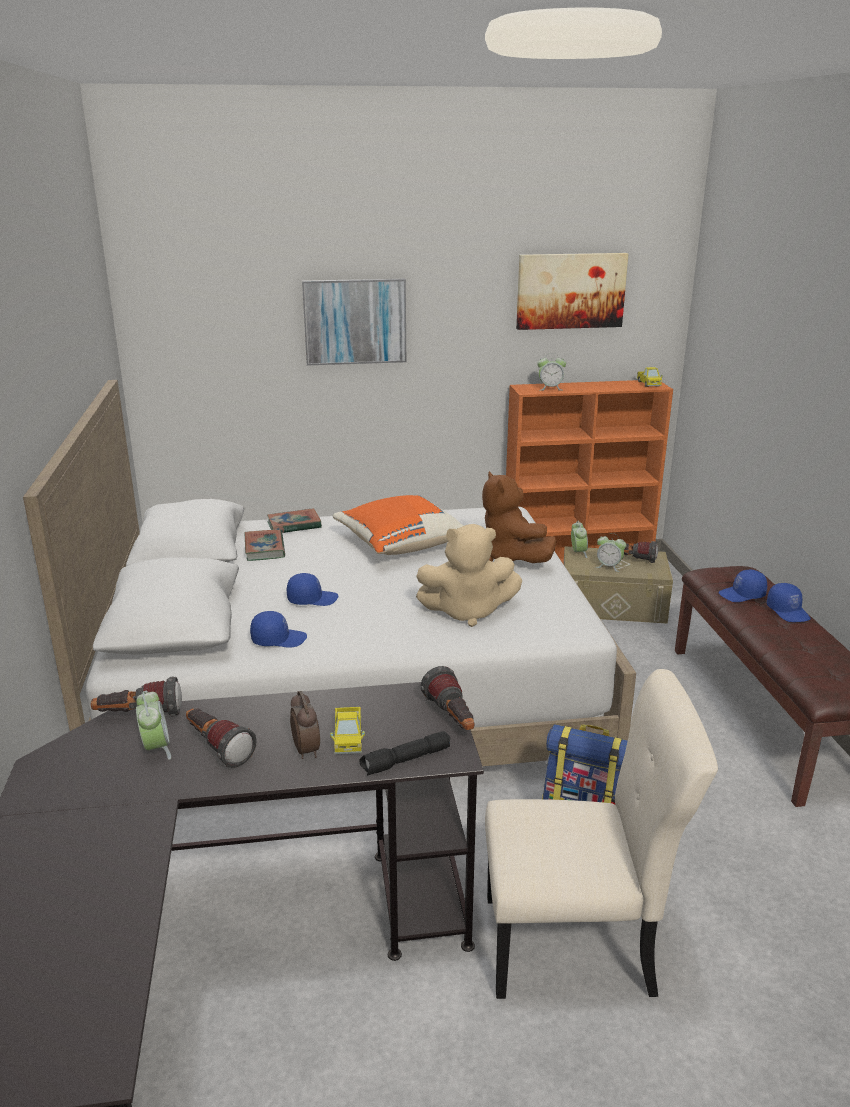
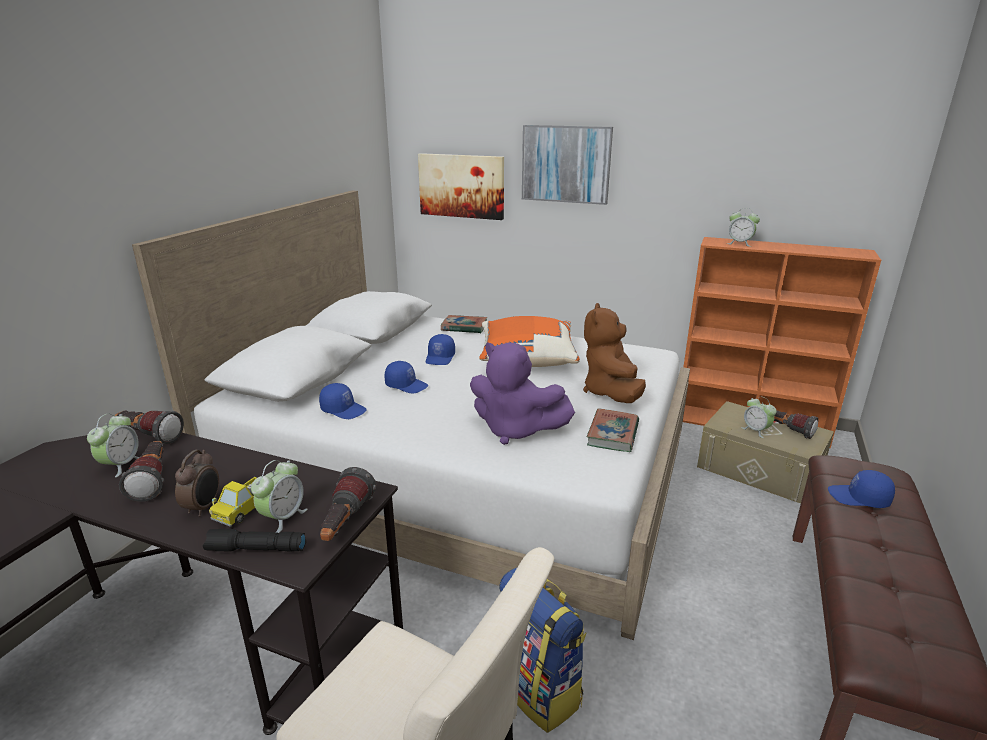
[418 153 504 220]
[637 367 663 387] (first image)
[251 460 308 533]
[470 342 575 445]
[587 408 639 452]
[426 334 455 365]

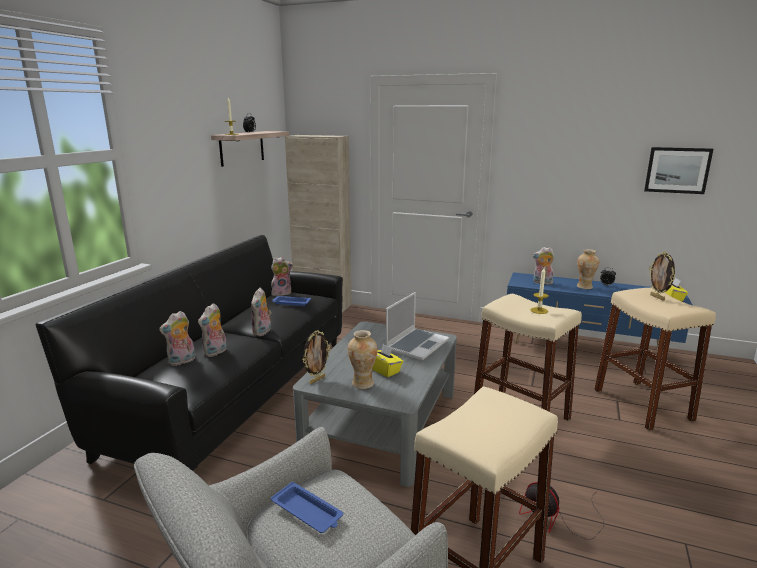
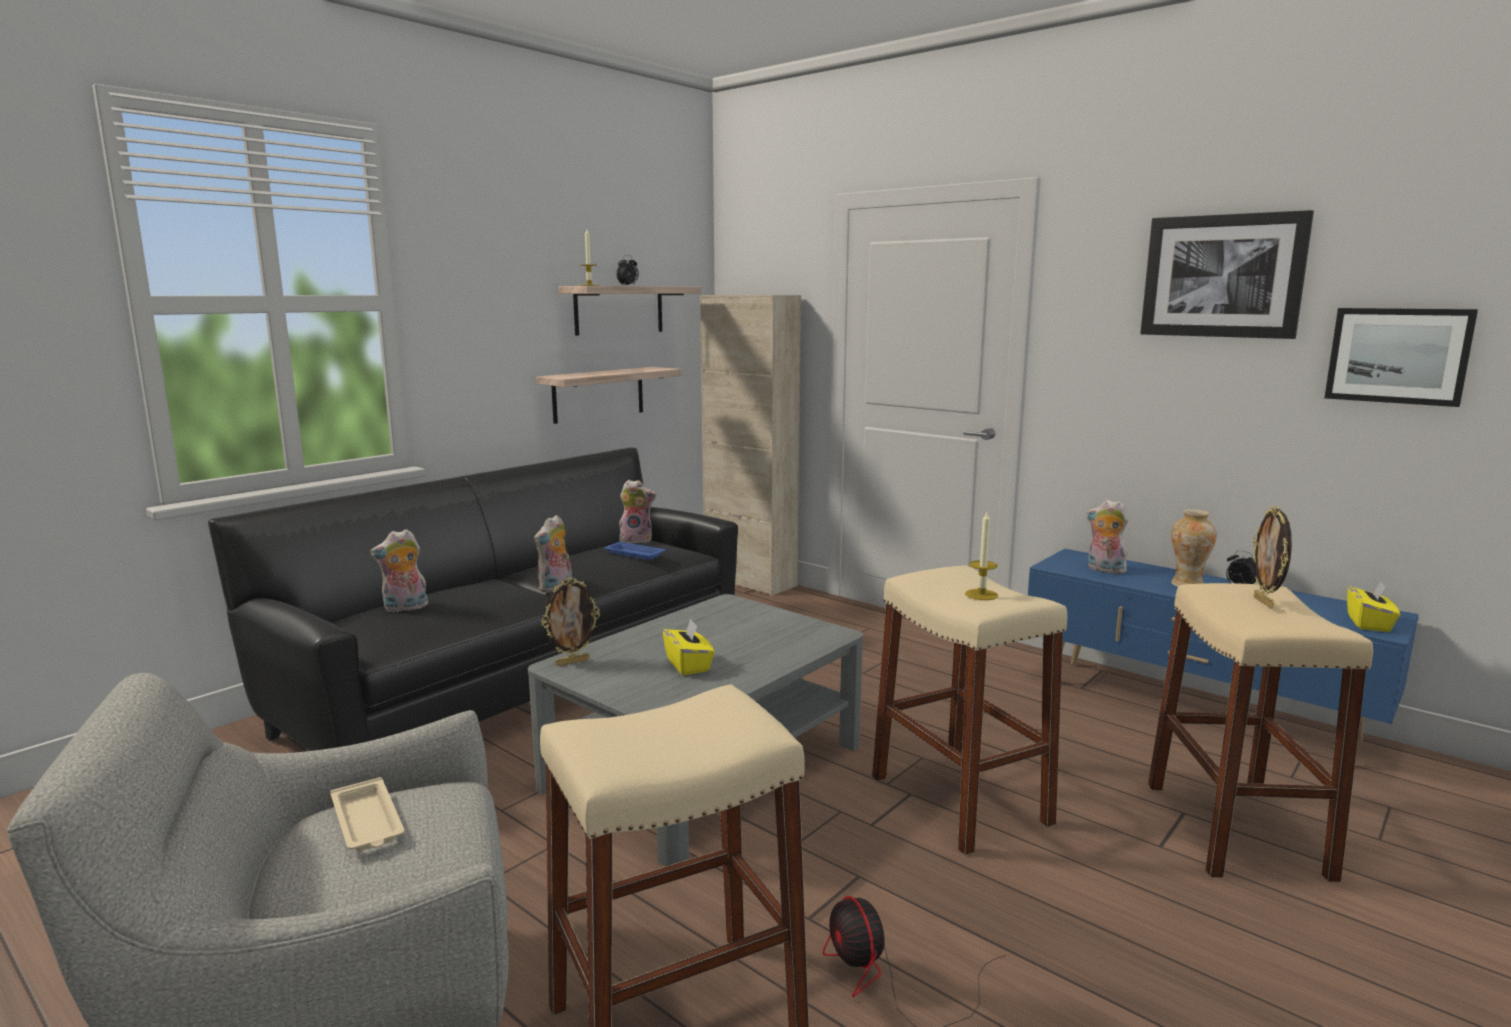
[386 292 449 361] (first image)
[198 303 227 357] (first image)
[348 330 378 389] (first image)
[330 777 404 851]
[1140 210 1314 339]
[536 367 681 424]

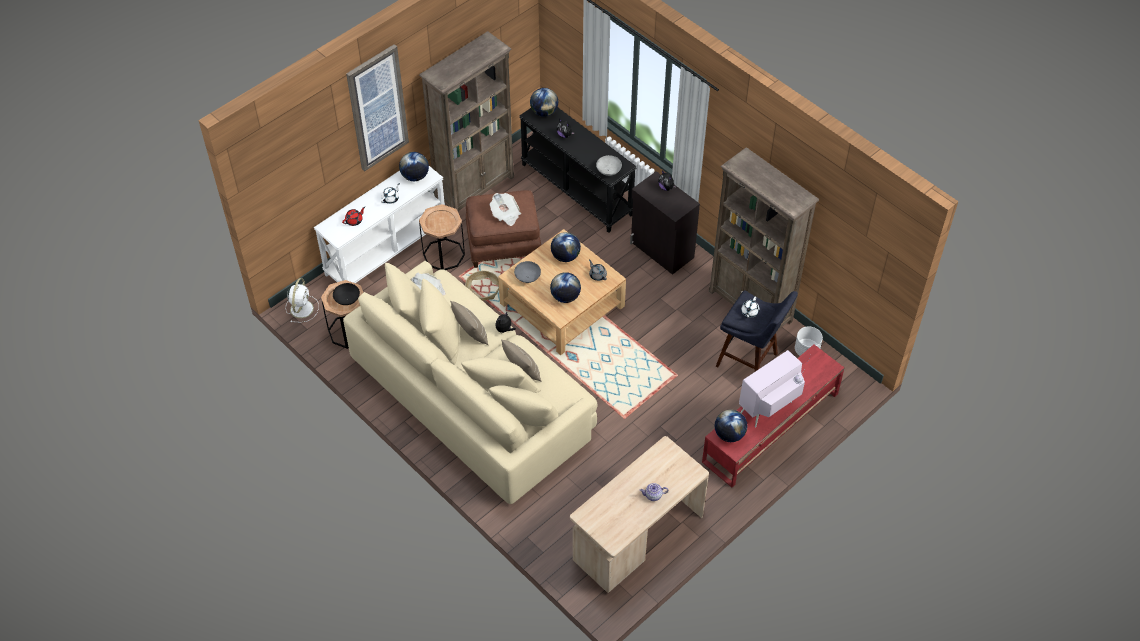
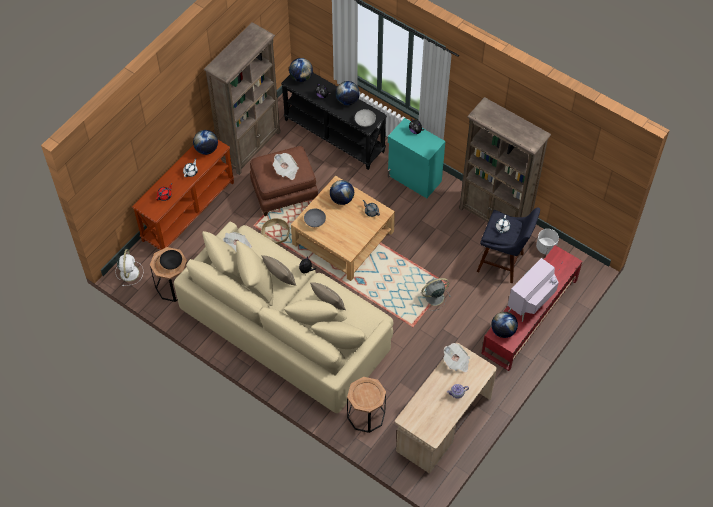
[346 44 409 171] (first image)
[132 140 234 250]
[388 118 446 198]
[347 377 386 433]
[336 81 360 105]
[421 278 451 311]
[443 343 470 373]

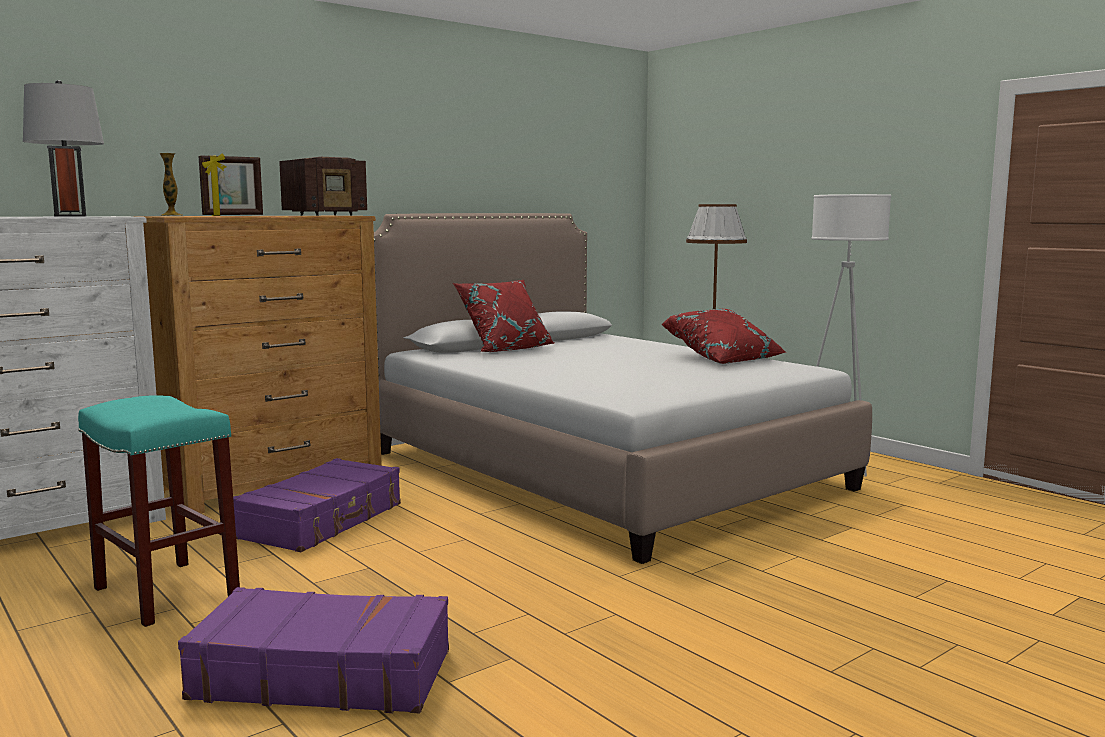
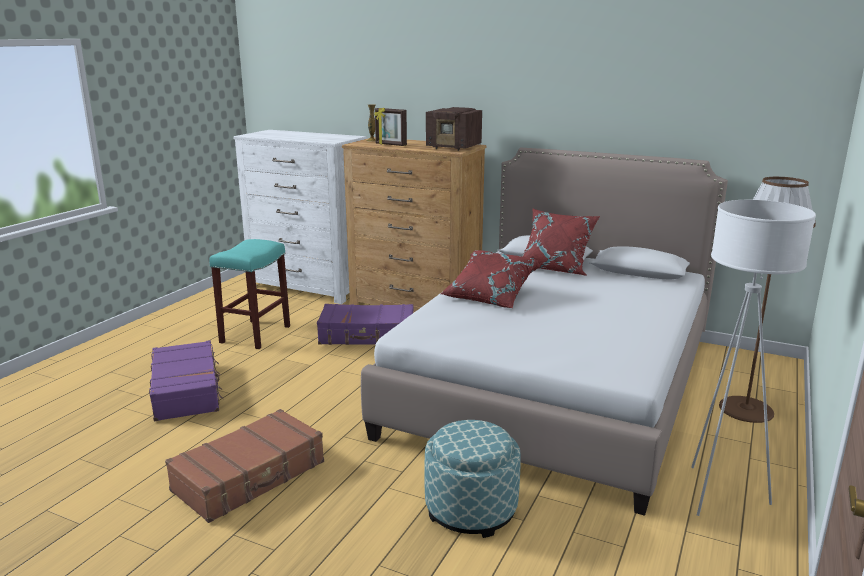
[23 80 104 217] (first image)
[441 250 543 308]
[165 409 324 523]
[424 420 521 538]

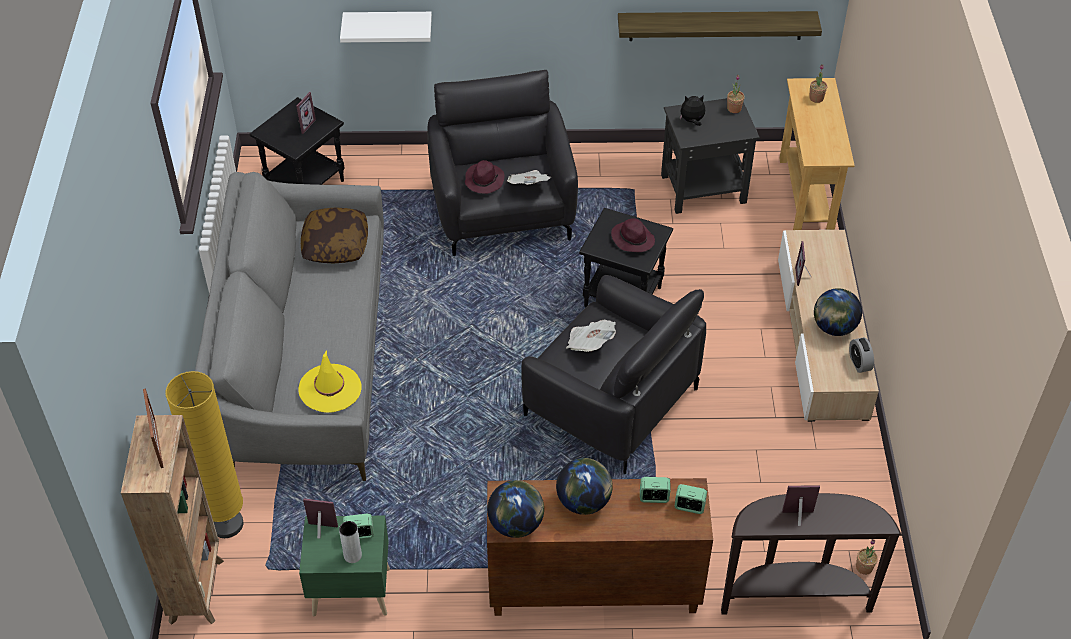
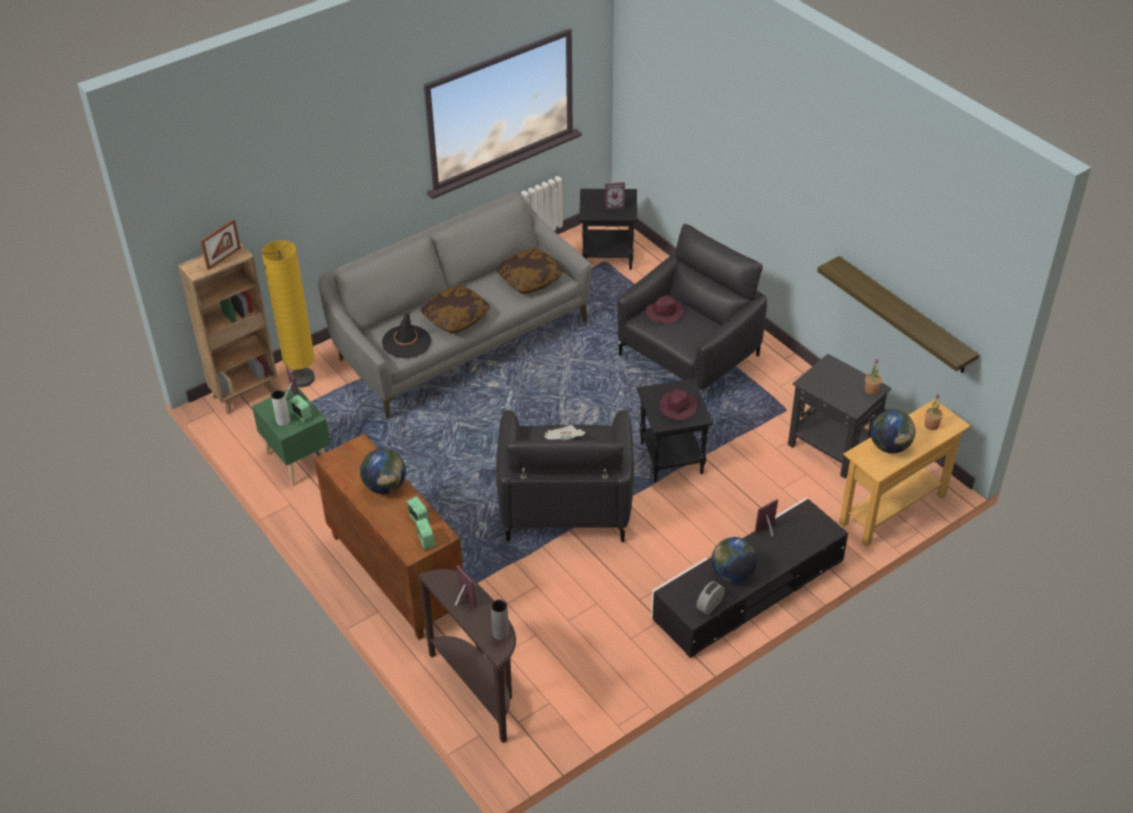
[340 12 432 42] (first image)
[679 95 705 126] (first image)
[507 170 551 185] (first image)
[651 498 848 658]
[382 311 431 358]
[870 409 915 453]
[856 539 878 575] (first image)
[421 285 490 334]
[491 599 509 640]

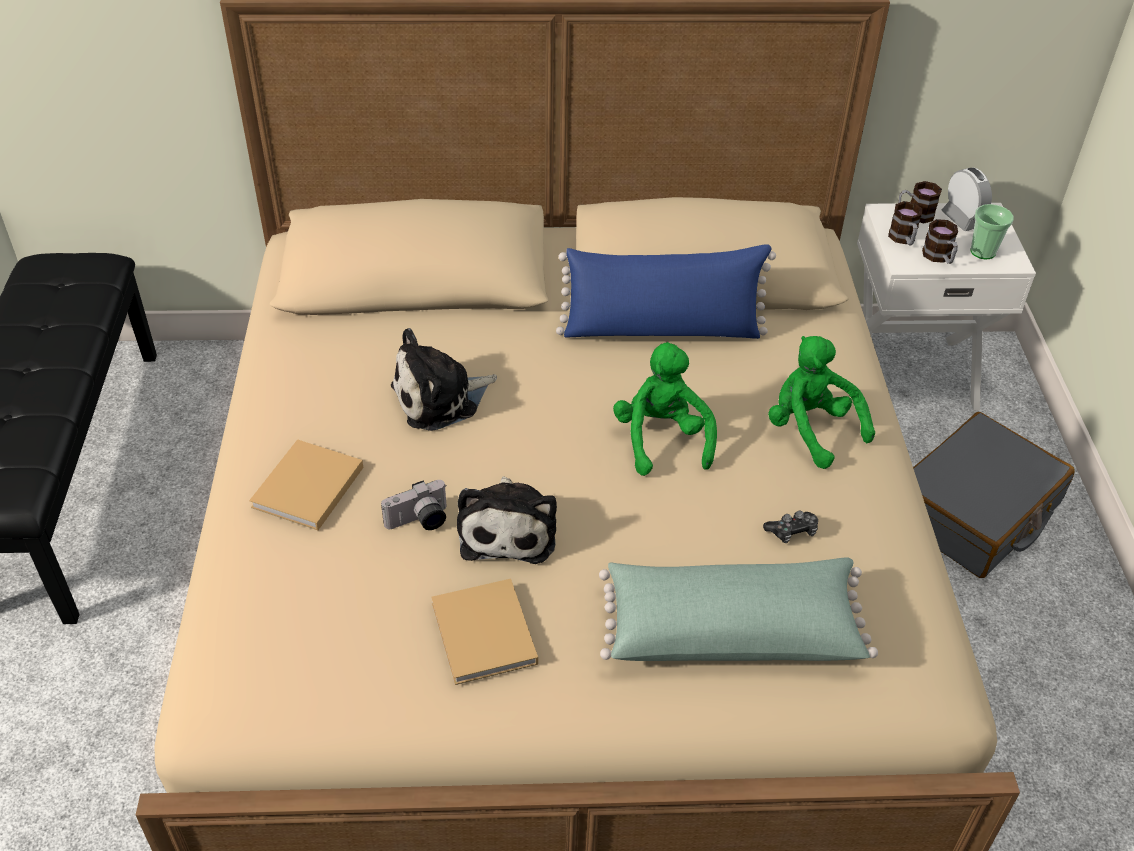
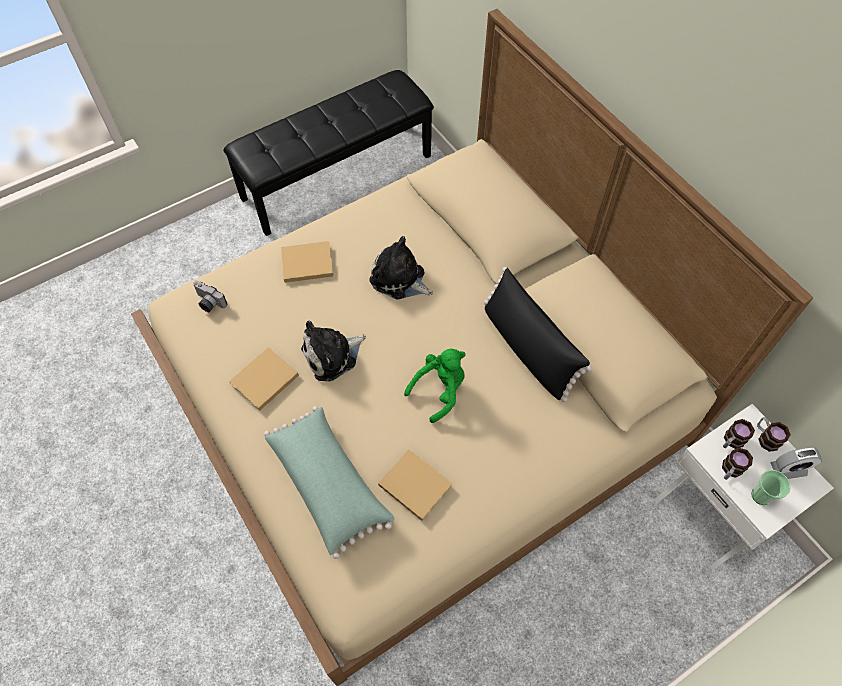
[771 447 822 479]
[484 267 592 402]
[768 336 875 469] (first image)
[913 412 1075 578] (first image)
[193 281 227 312]
[378 449 452 521]

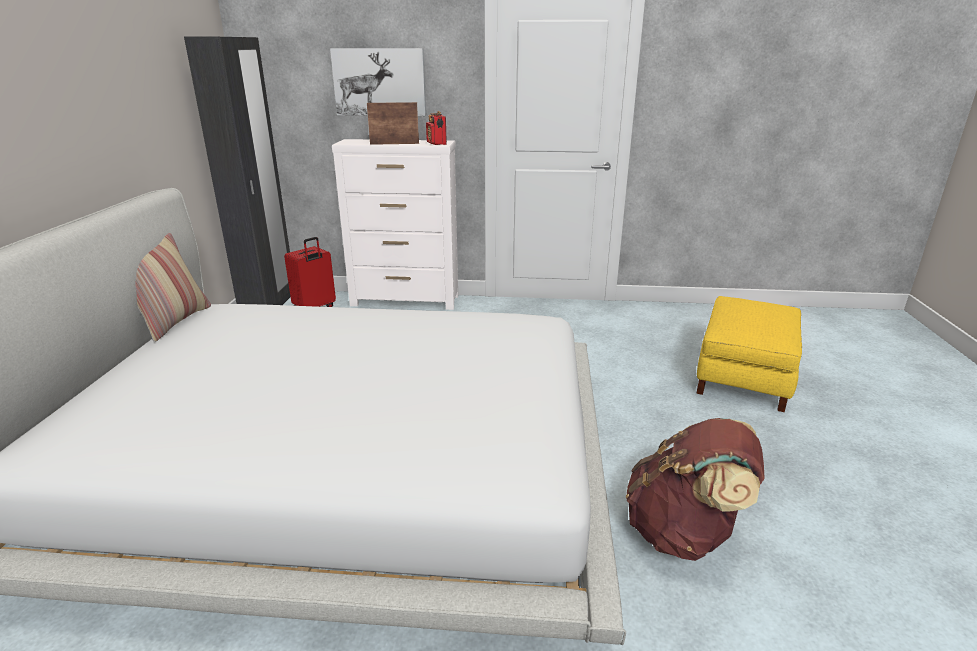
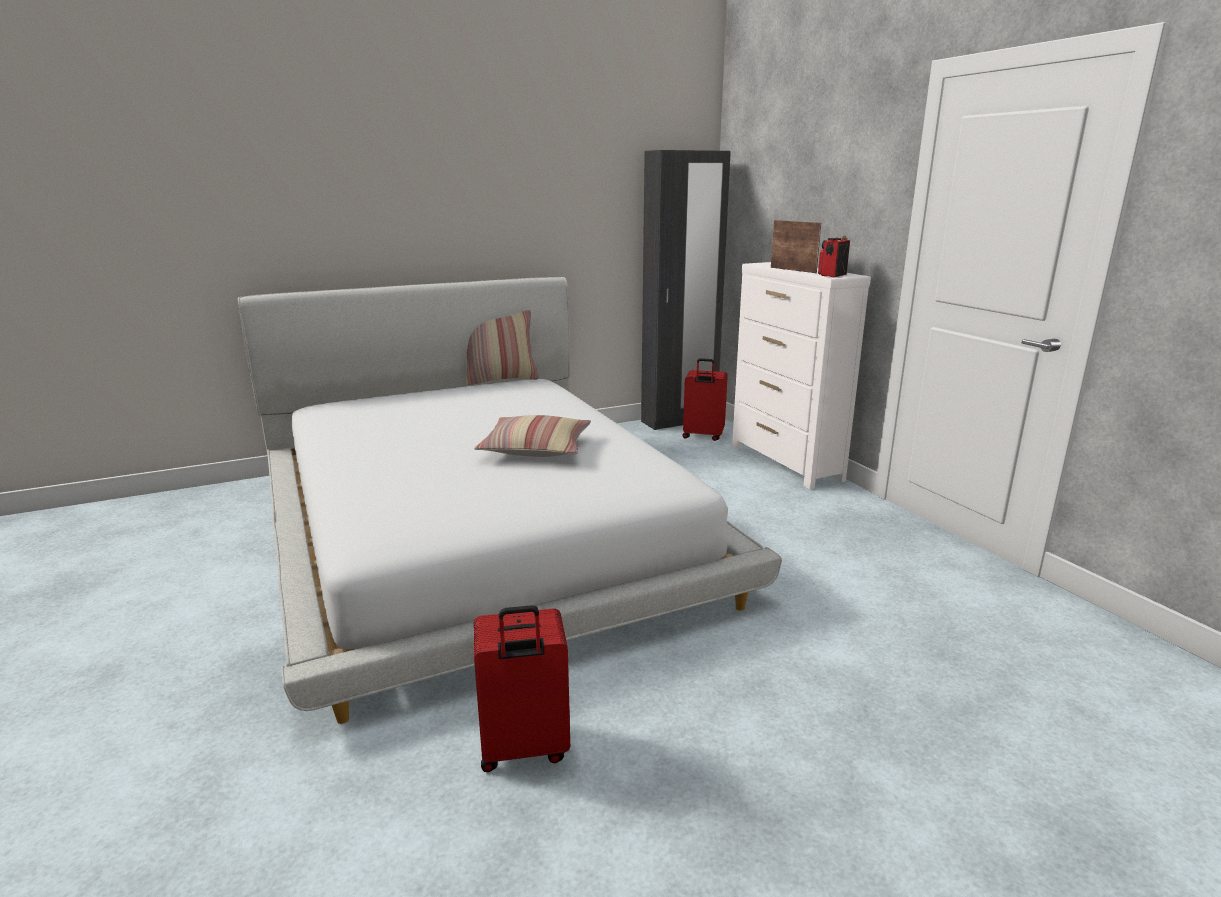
[330 48 426 116] (first image)
[697 296 802 412] (first image)
[474 605 570 772]
[474 415 591 457]

